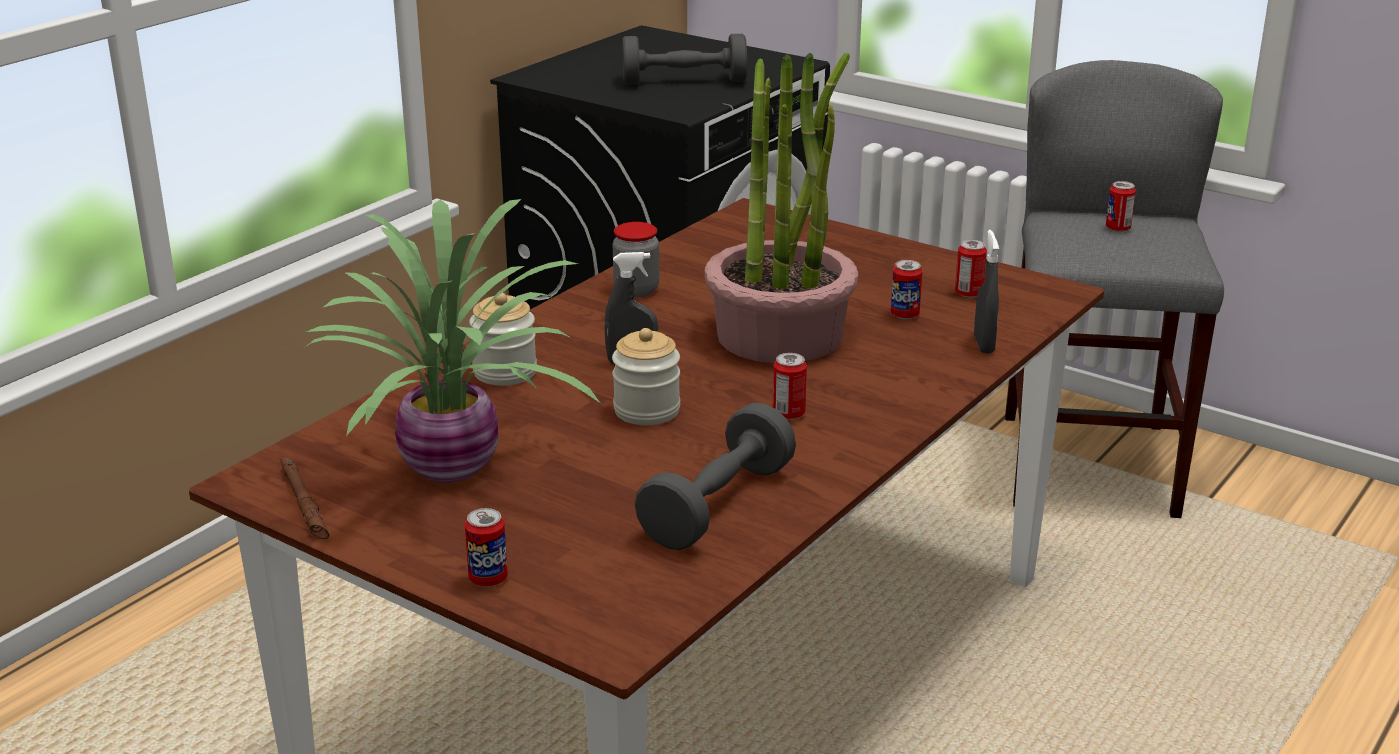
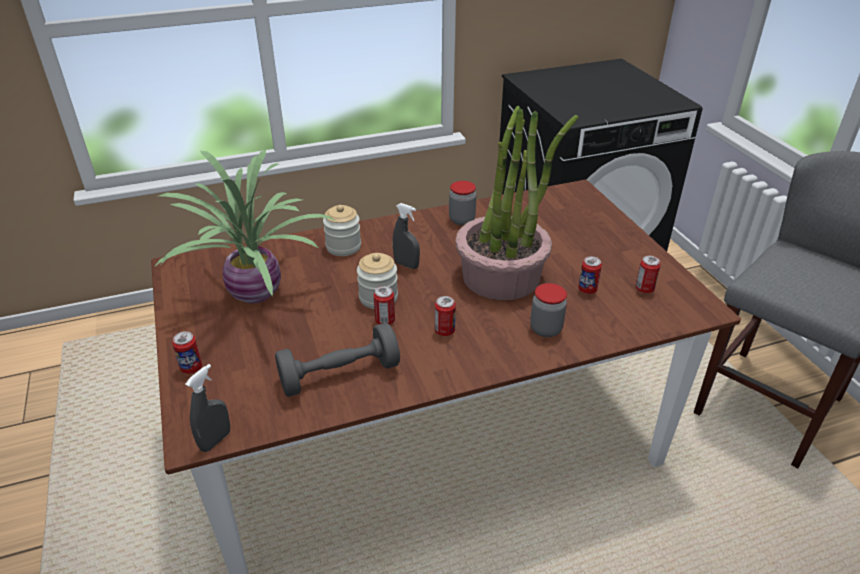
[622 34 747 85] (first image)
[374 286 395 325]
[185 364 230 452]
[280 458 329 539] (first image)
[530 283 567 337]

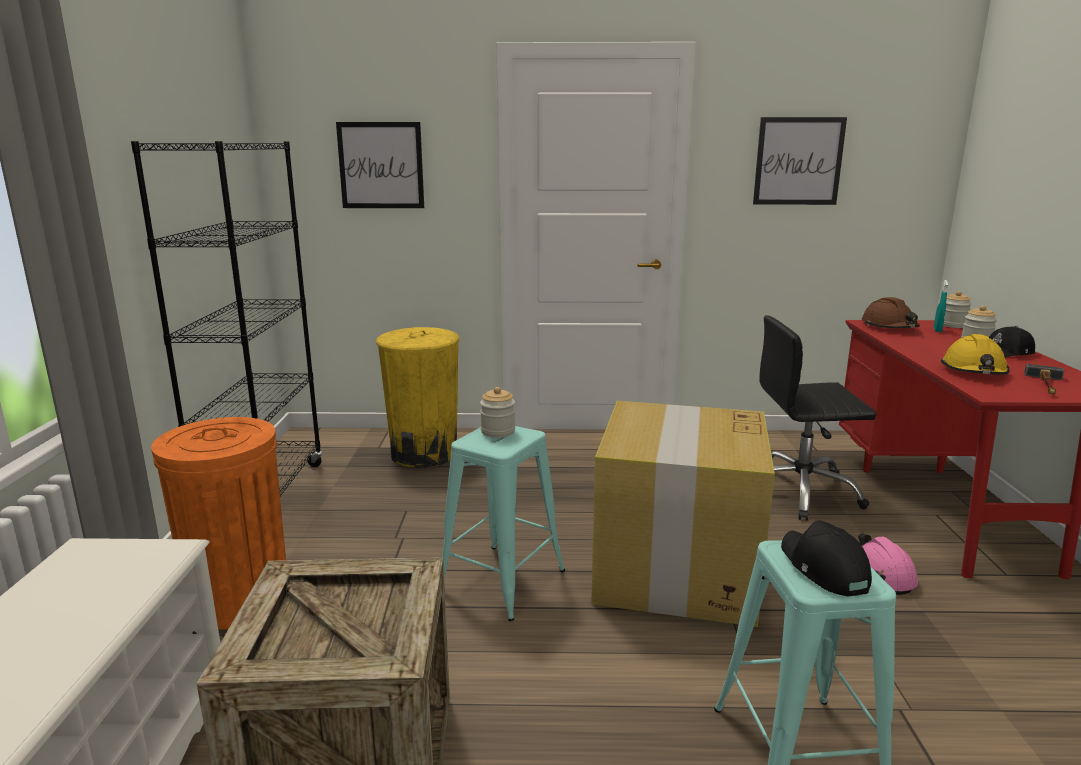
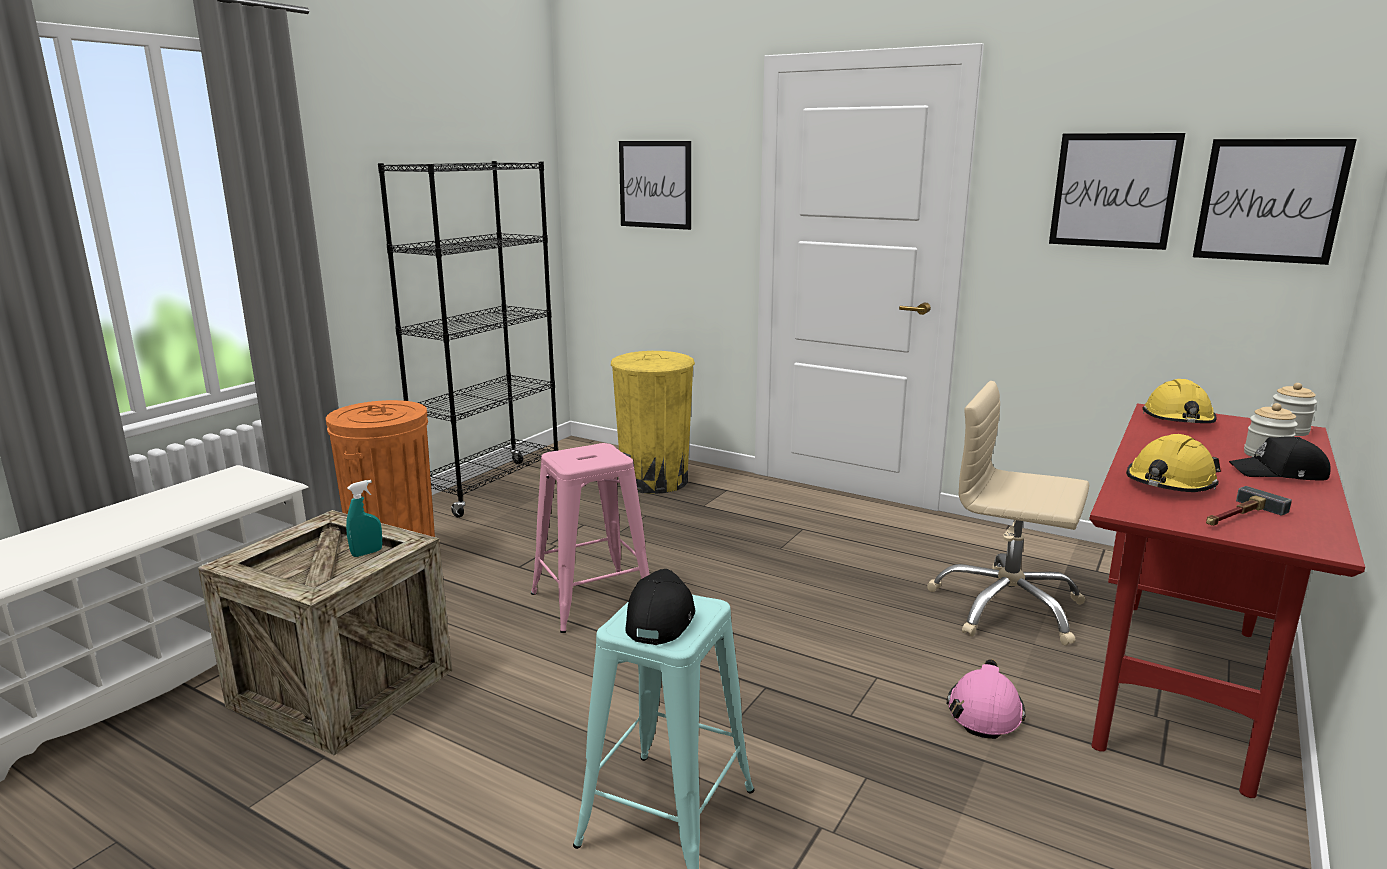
[346 480 382 557]
[1142 379 1216 423]
[927 381 1089 645]
[480 387 515 438] (first image)
[591 401 775 627] (first image)
[531 443 650 633]
[1193 139 1357 265]

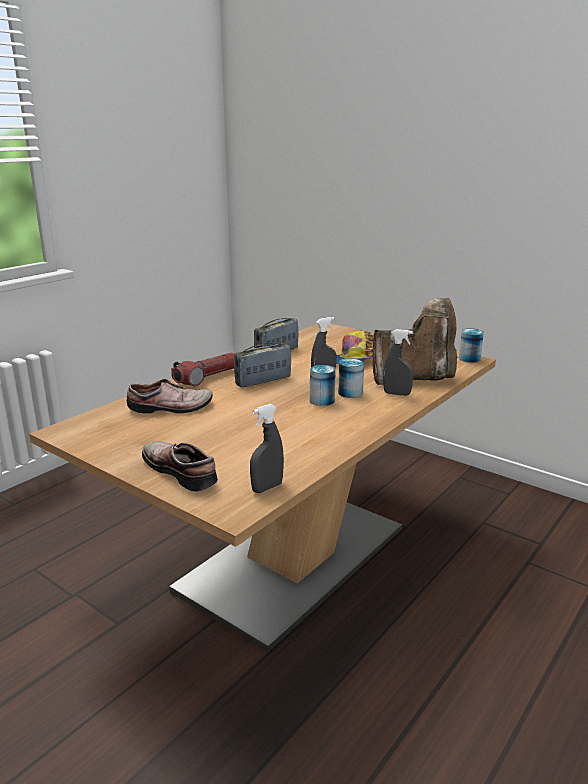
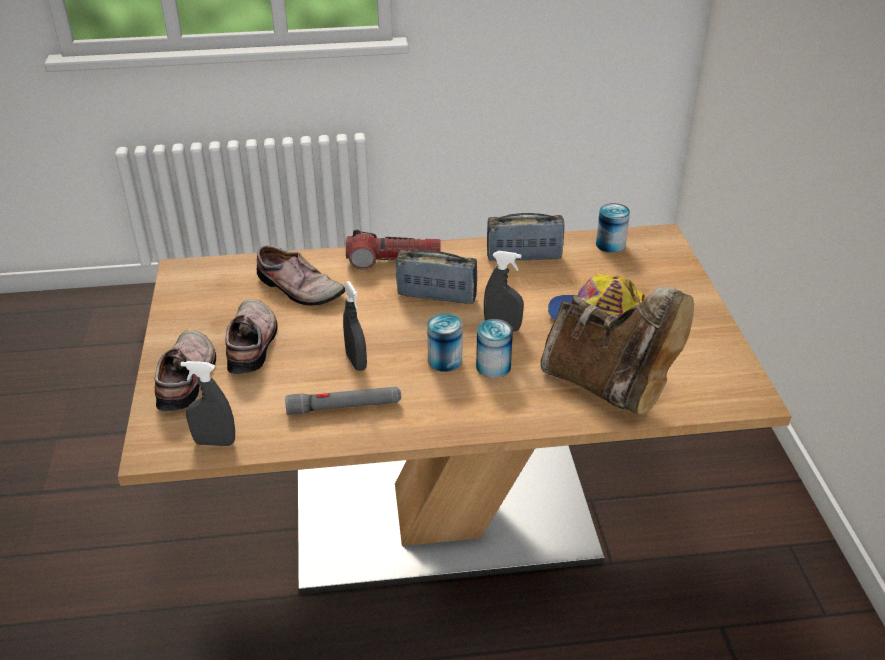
[596 203 630 253]
[343 281 367 371]
[226 299 278 374]
[285 387 401 415]

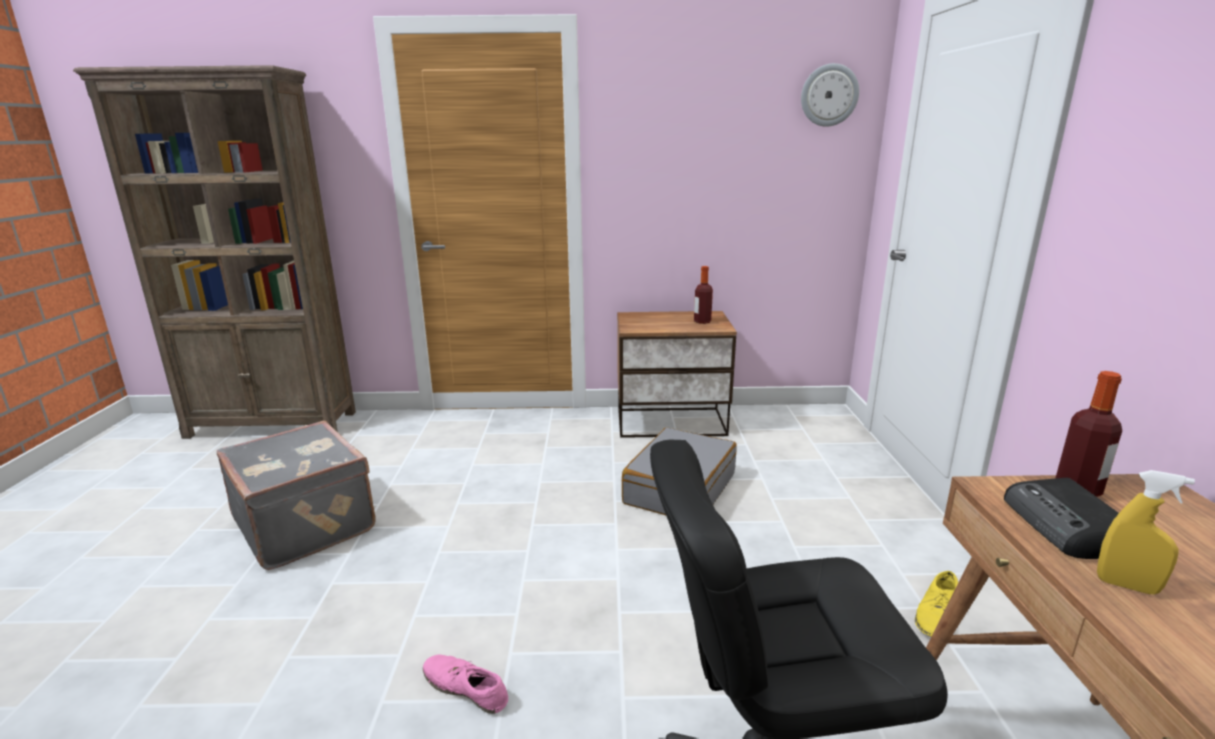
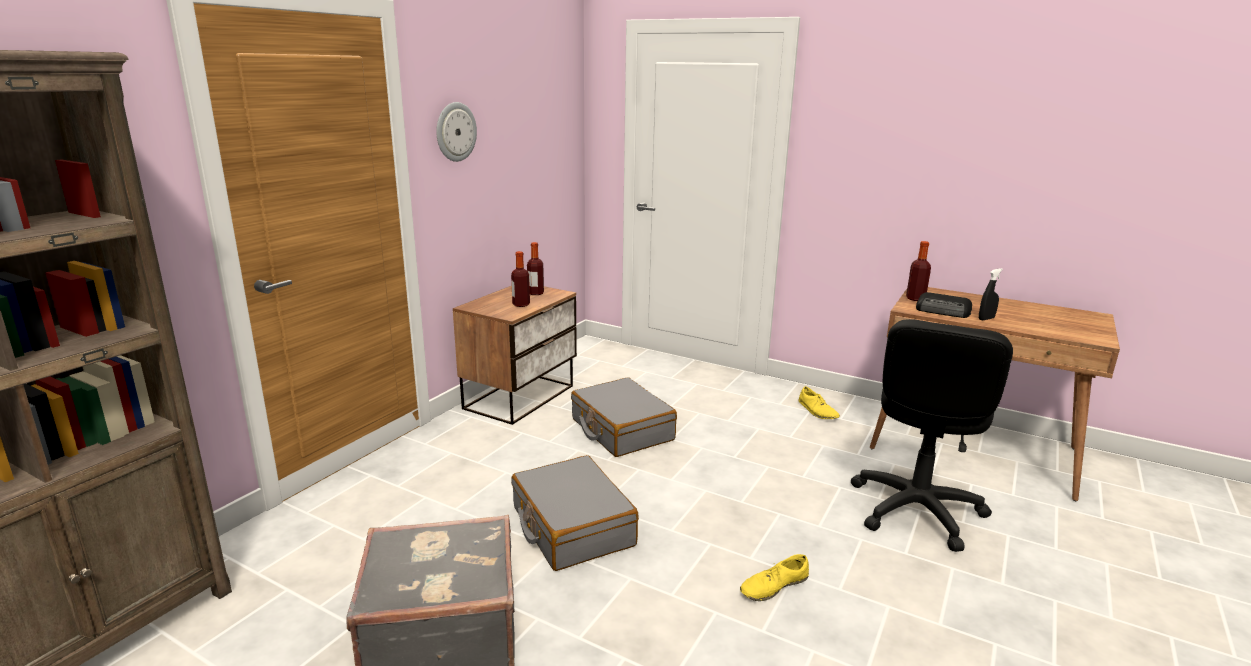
[436 102 477 162]
[979 268 1003 320]
[740 554 809 601]
[511 251 530 307]
[511 455 639 571]

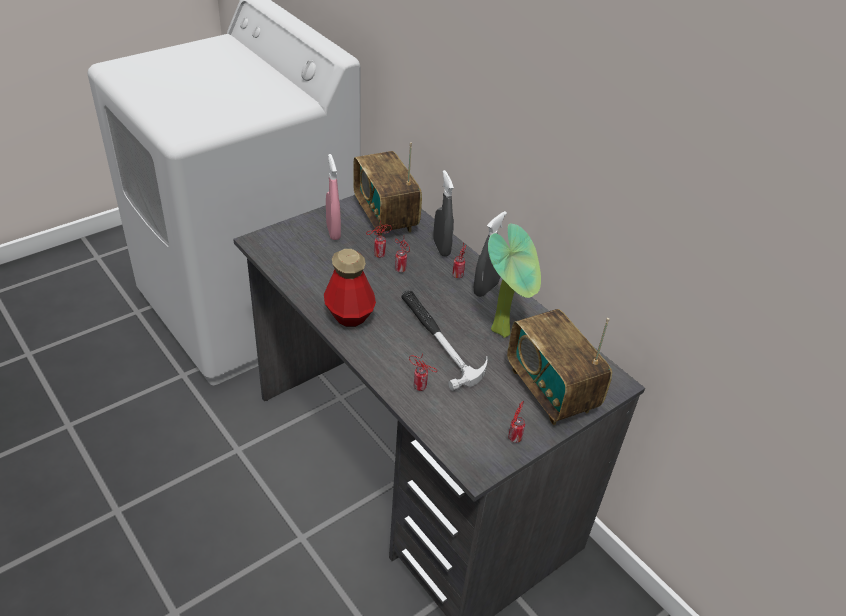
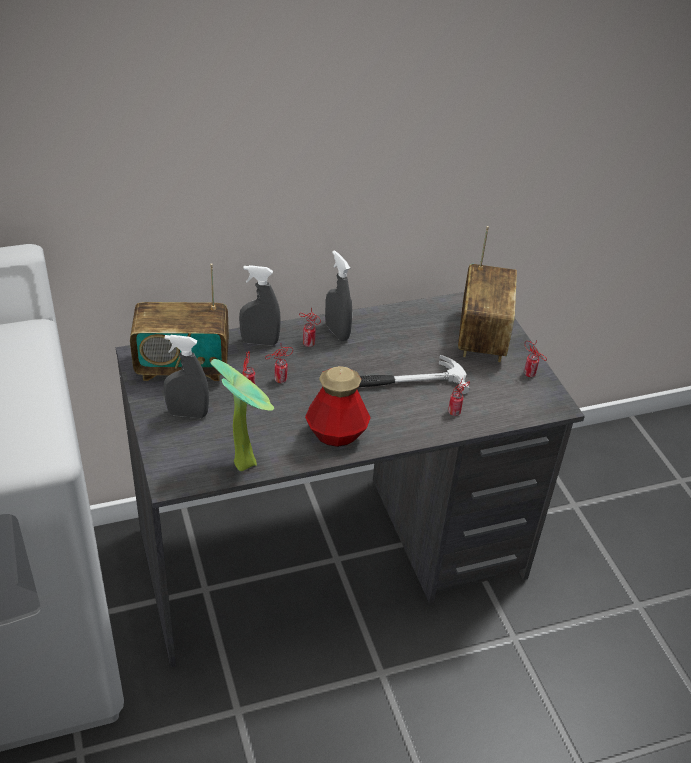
[163 335 209 418]
[211 359 274 471]
[458 226 517 362]

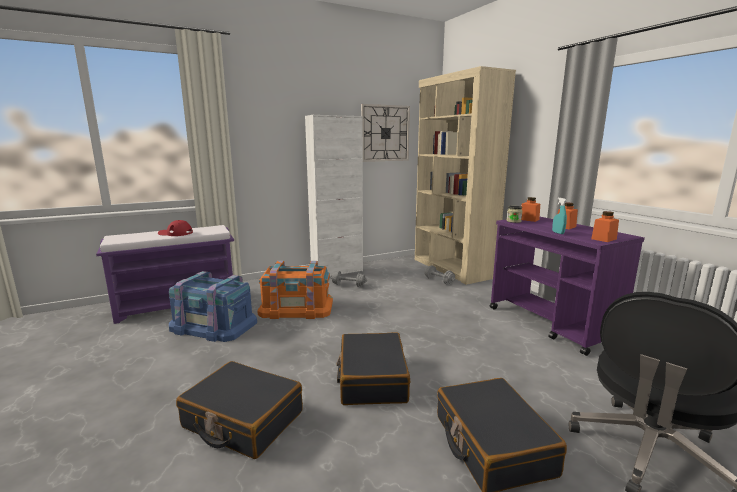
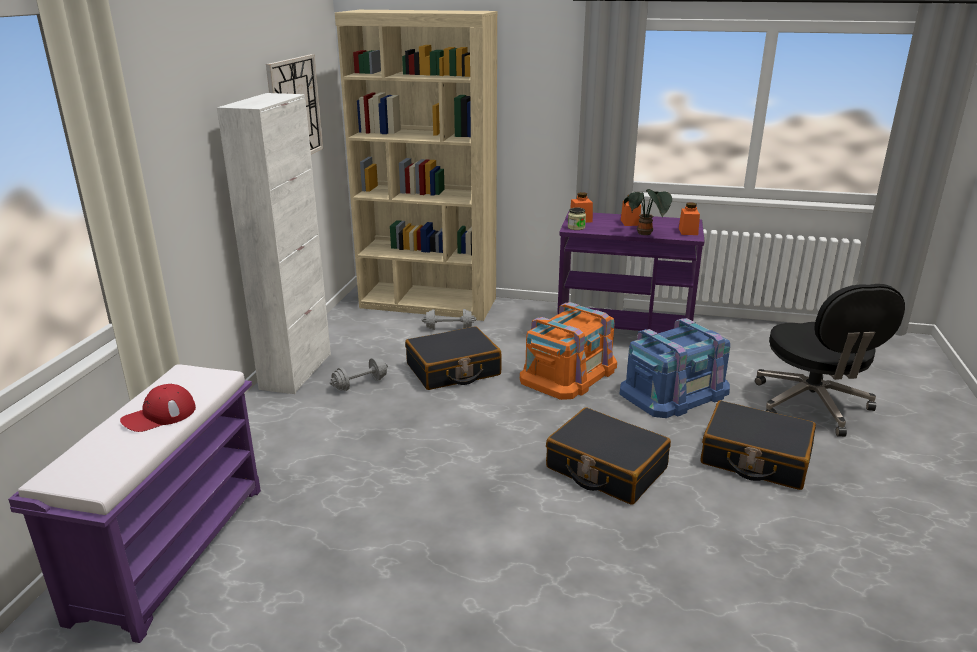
[624 189 672 235]
[520 302 617 400]
[620 318 730 418]
[405 326 501 390]

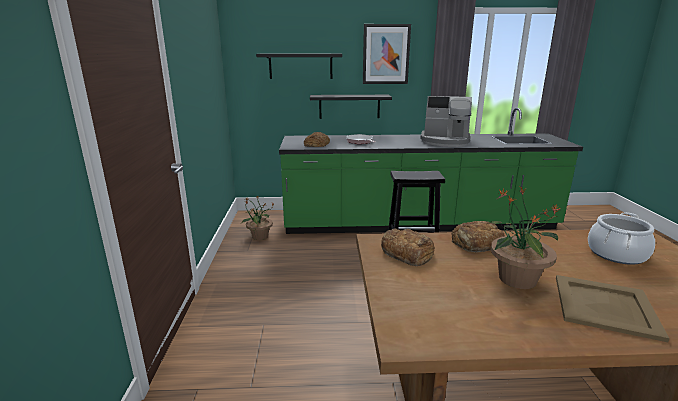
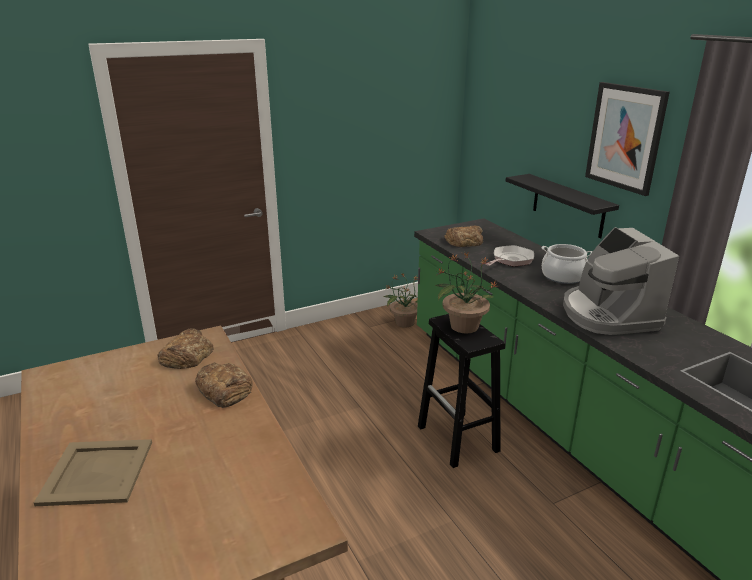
[256 54 342 79] (first image)
[435 253 498 333]
[542 244 593 284]

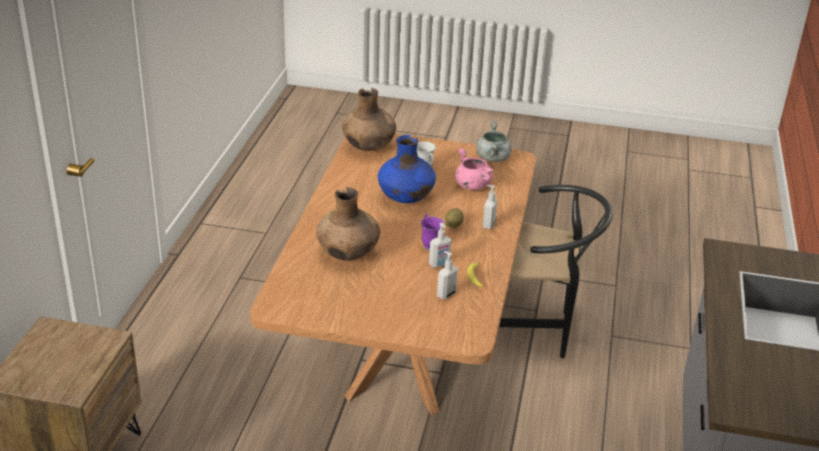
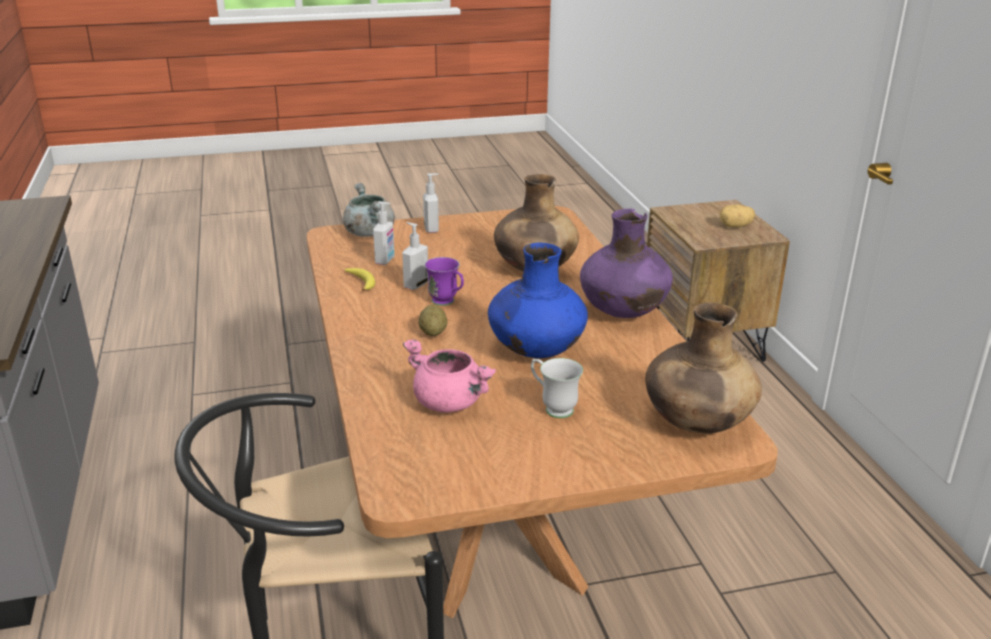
[343 183 395 237]
[423 174 439 233]
[720 204 755 228]
[580 209 673 318]

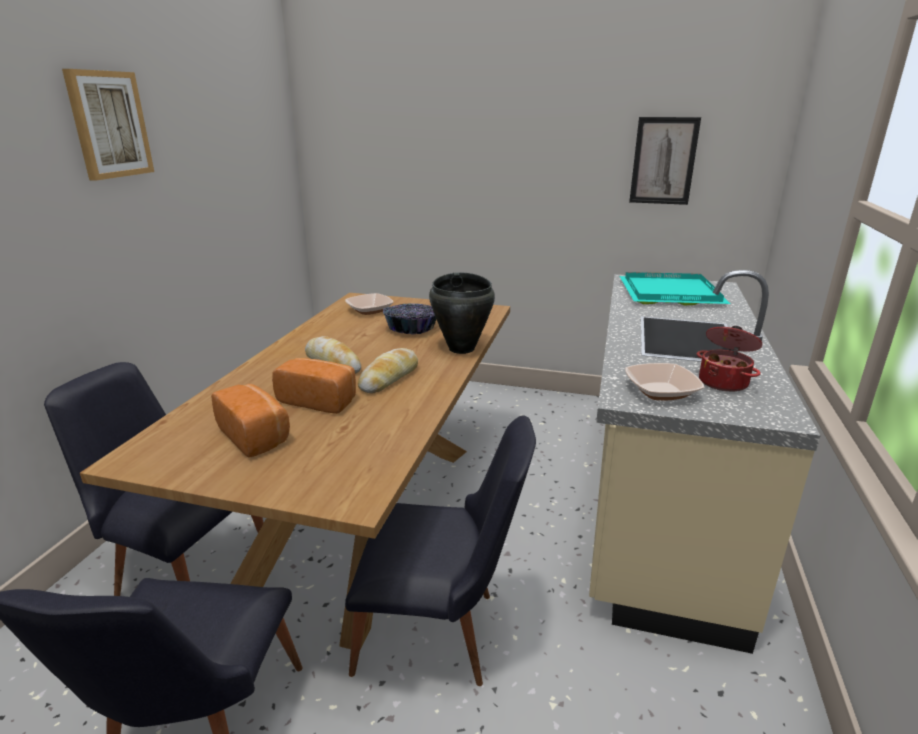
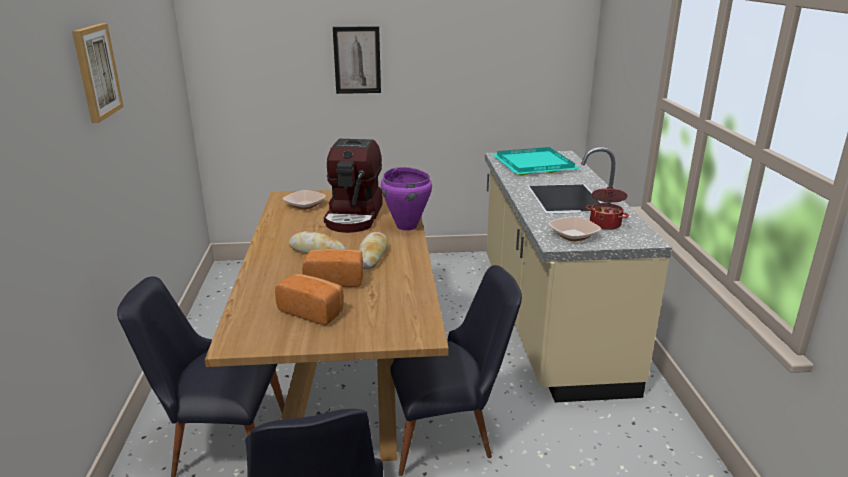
[333 26 381 94]
[381 167 432 231]
[324 139 383 233]

